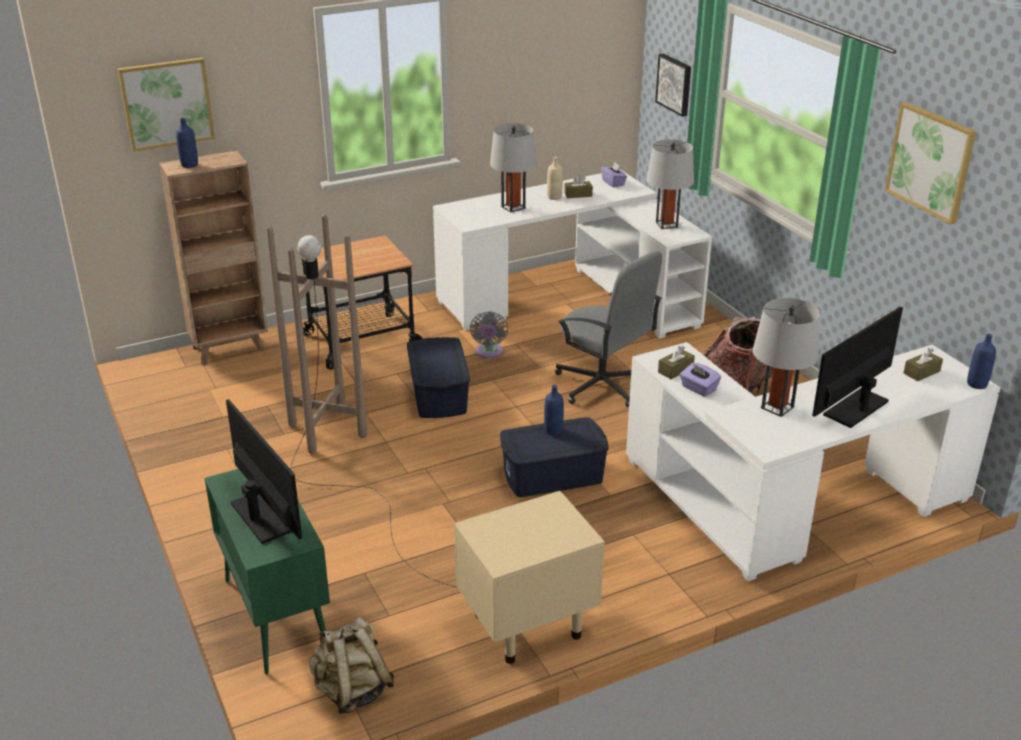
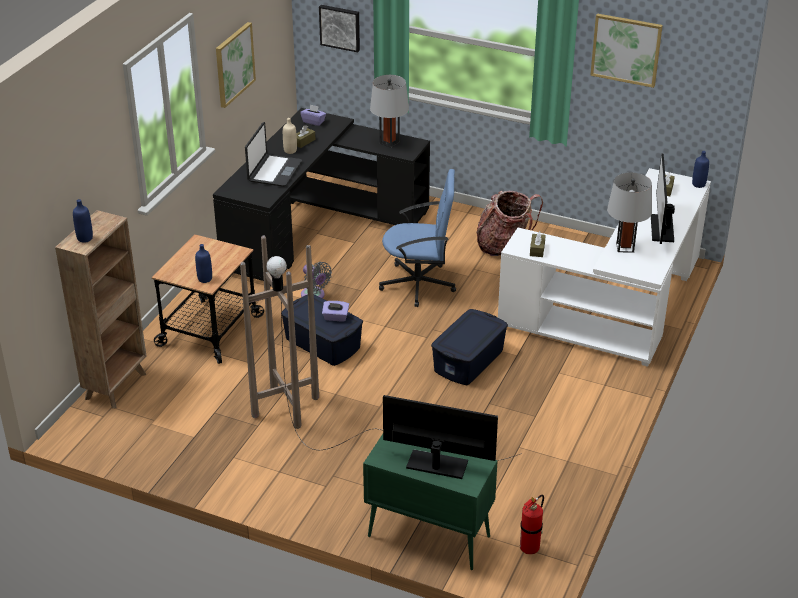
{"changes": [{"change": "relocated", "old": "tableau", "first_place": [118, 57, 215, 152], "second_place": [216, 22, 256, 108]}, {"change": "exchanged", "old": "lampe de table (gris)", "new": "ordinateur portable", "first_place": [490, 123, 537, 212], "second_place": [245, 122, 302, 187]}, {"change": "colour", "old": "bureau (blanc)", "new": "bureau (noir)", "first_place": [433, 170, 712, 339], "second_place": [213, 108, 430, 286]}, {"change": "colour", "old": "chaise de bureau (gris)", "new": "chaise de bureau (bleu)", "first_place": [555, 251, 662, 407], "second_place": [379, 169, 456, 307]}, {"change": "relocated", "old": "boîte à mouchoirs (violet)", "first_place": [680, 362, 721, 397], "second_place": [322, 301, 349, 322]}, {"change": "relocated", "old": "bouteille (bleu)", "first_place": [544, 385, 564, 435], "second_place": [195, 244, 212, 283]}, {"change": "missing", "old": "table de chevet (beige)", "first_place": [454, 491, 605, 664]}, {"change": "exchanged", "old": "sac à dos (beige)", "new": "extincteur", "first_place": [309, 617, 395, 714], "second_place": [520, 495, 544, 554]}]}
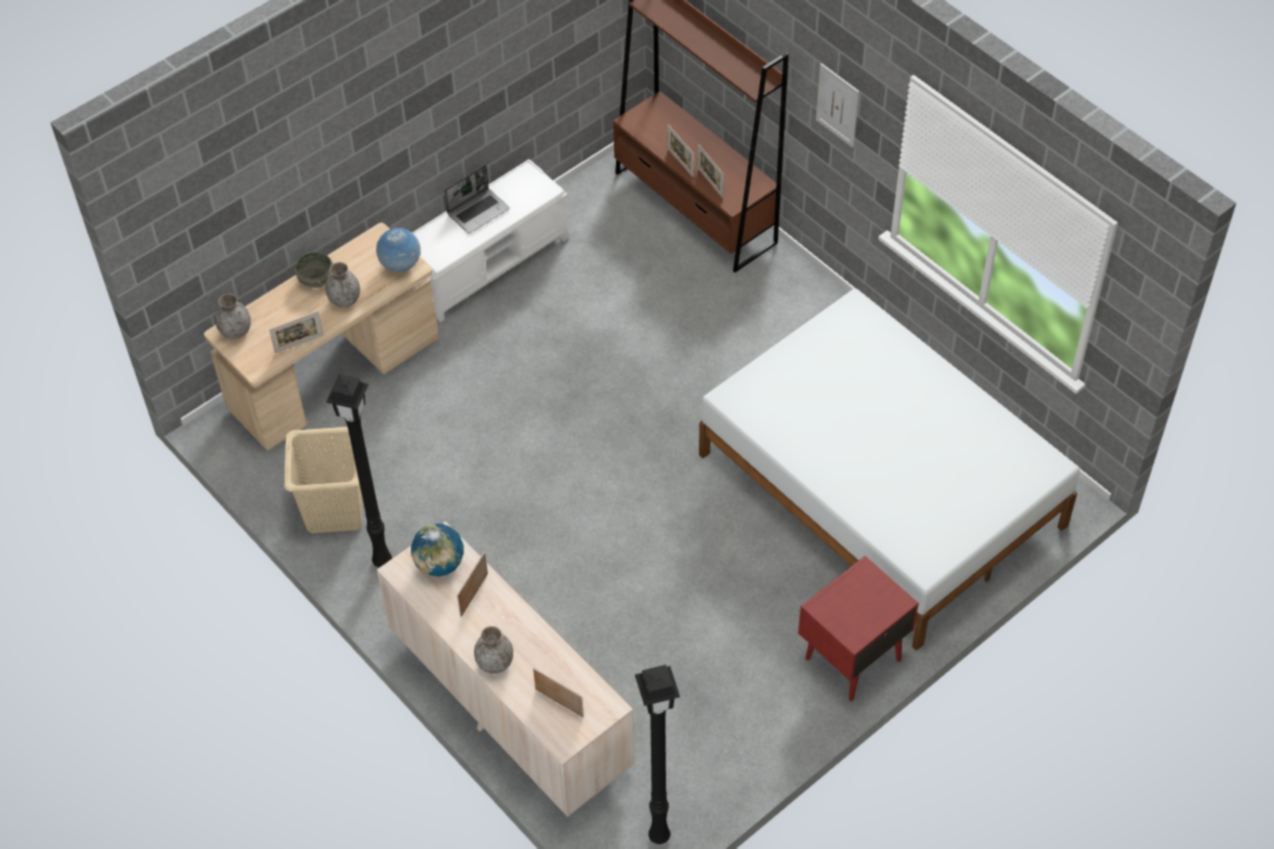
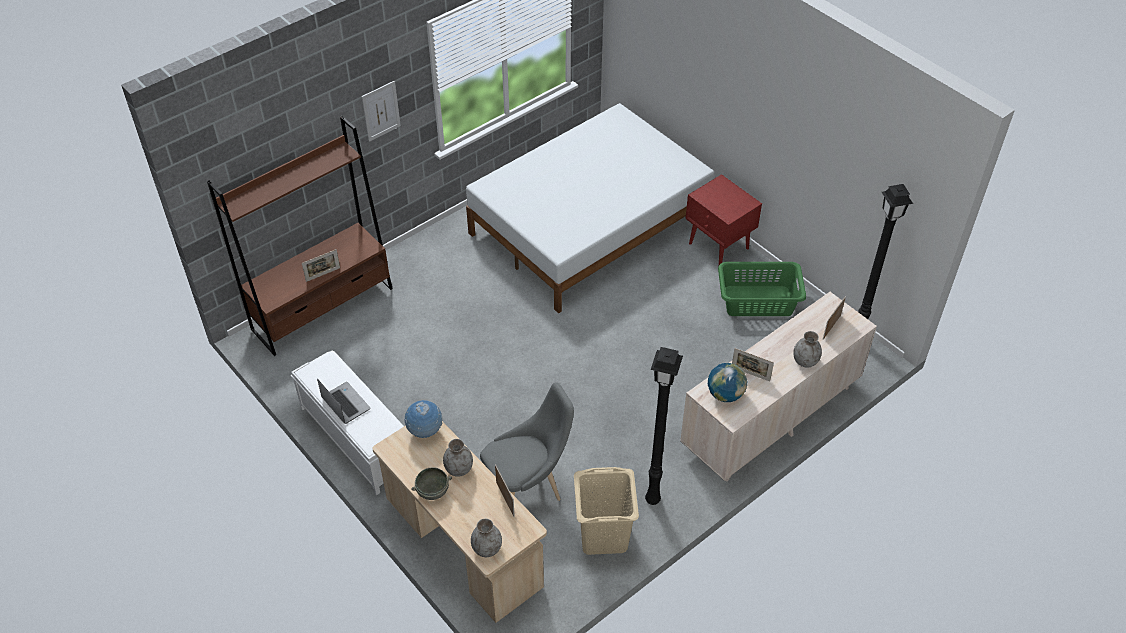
{"changes": [{"change": "missing", "old": "cadre photo", "first_place": [698, 144, 724, 198]}, {"change": "appeared", "new": "panier à linge (vert)", "second_place": [718, 262, 806, 316]}, {"change": "appeared", "new": "chaise (gris)", "second_place": [480, 382, 574, 501]}]}
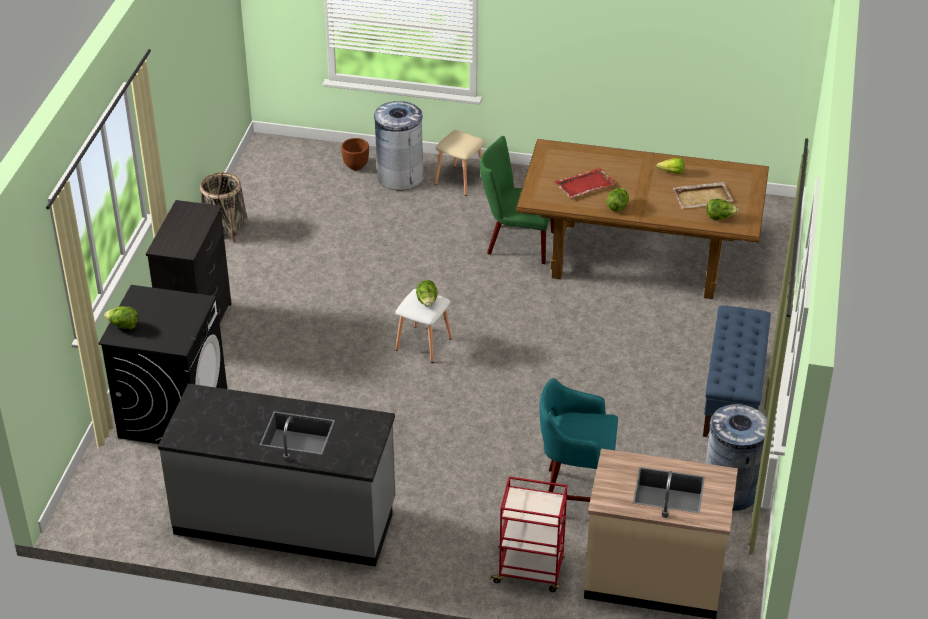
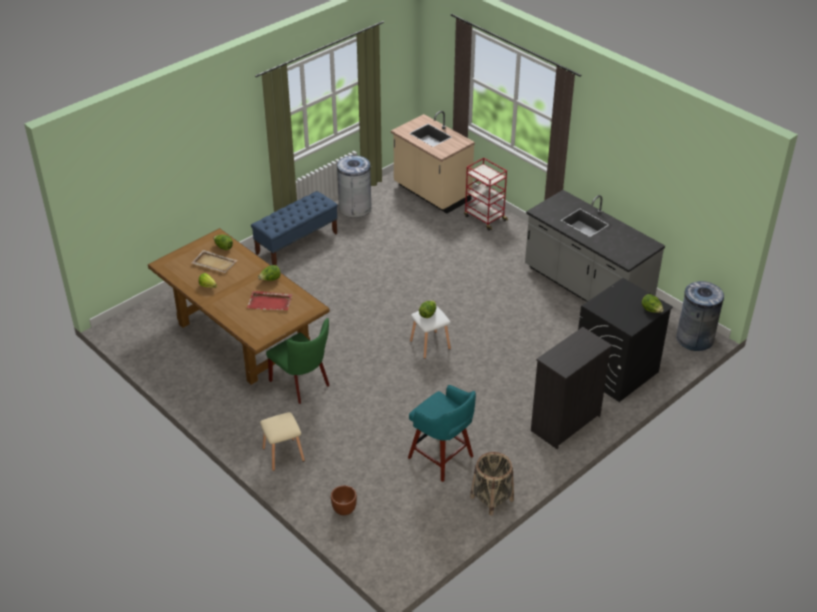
{"changes": [{"change": "relocated", "old": "poubelle (gris)", "first_place": [374, 101, 424, 190], "second_place": [676, 281, 724, 351]}, {"change": "relocated", "old": "tabouret (turquoise)", "first_place": [539, 378, 618, 502], "second_place": [408, 385, 476, 482]}]}
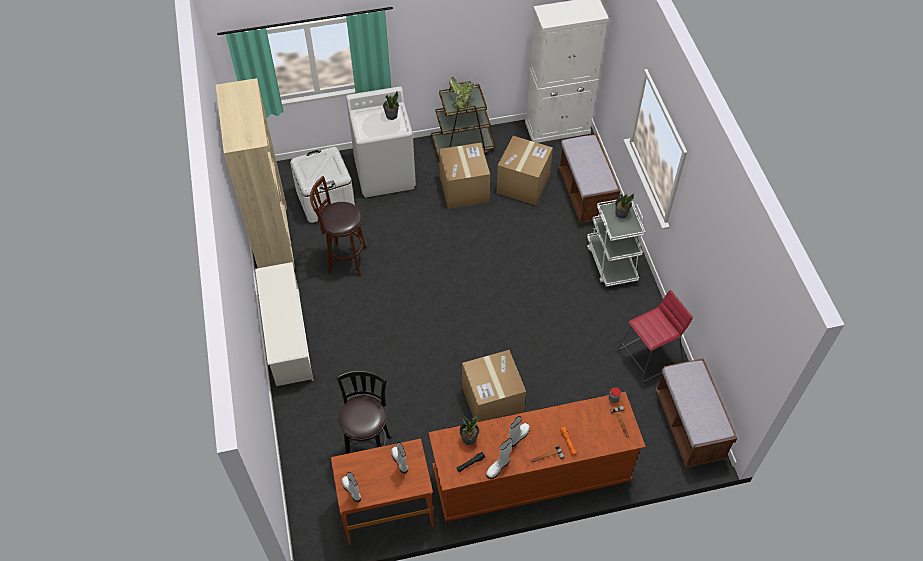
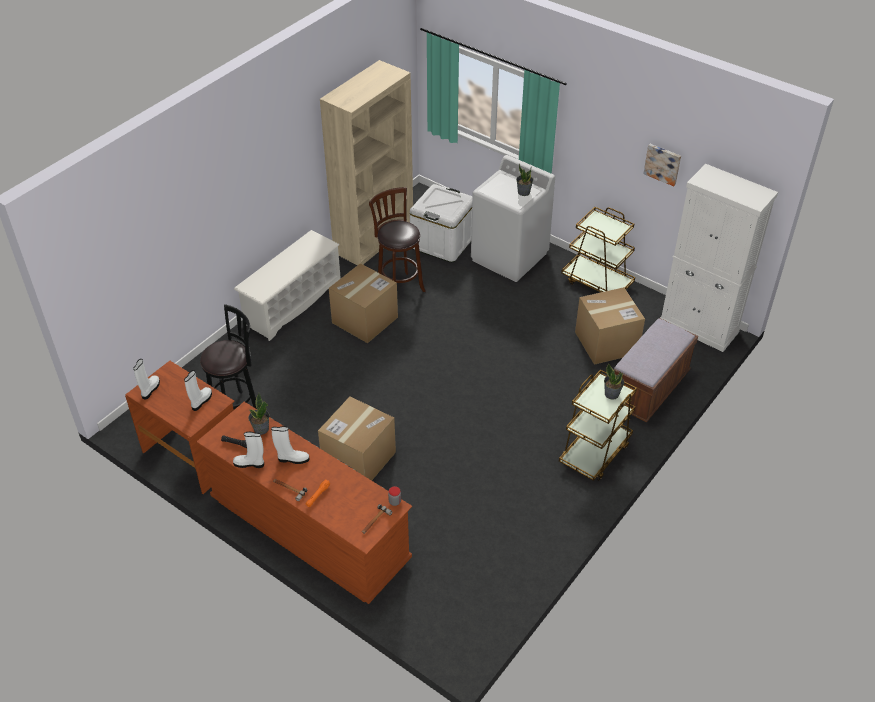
{"changes": [{"change": "missing", "old": "plante en pot", "first_place": [449, 77, 477, 110]}, {"change": "relocated", "old": "carton", "first_place": [439, 143, 490, 209], "second_place": [329, 263, 398, 343]}, {"change": "colour", "old": "chariot (blanc)", "new": "chariot (marron)", "first_place": [587, 200, 646, 287], "second_place": [559, 369, 637, 481]}, {"change": "missing", "old": "tabouret (rouge)", "first_place": [617, 290, 693, 383]}, {"change": "missing", "old": "banc (marron)", "first_place": [655, 358, 738, 468]}, {"change": "appeared", "new": "tableau", "second_place": [643, 144, 681, 186]}]}
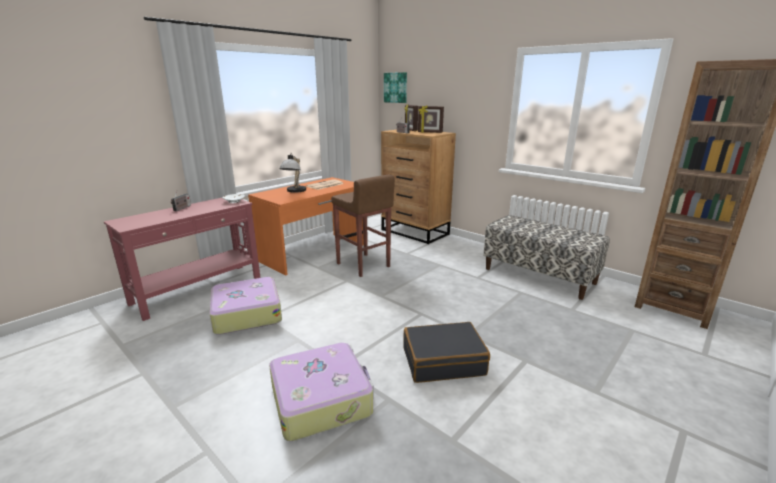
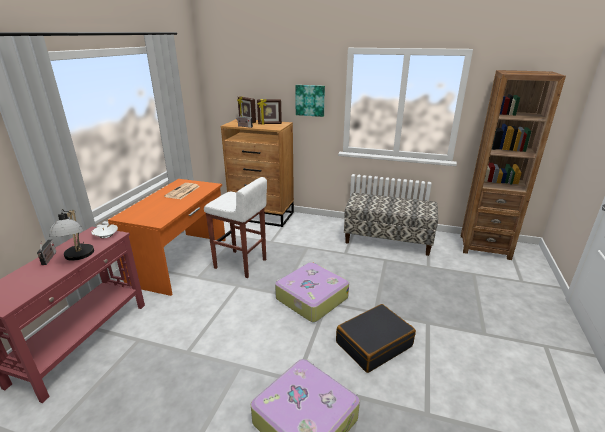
{"changes": [{"change": "relocated", "old": "tableau", "first_place": [384, 72, 407, 103], "second_place": [295, 85, 325, 117]}, {"change": "relocated", "old": "lampe de table", "first_place": [280, 153, 306, 193], "second_place": [49, 209, 94, 261]}, {"change": "colour", "old": "tabouret (marron)", "new": "tabouret (blanc)", "first_place": [331, 174, 395, 277], "second_place": [204, 177, 267, 278]}, {"change": "relocated", "old": "valise", "first_place": [210, 277, 282, 335], "second_place": [275, 262, 349, 322]}]}
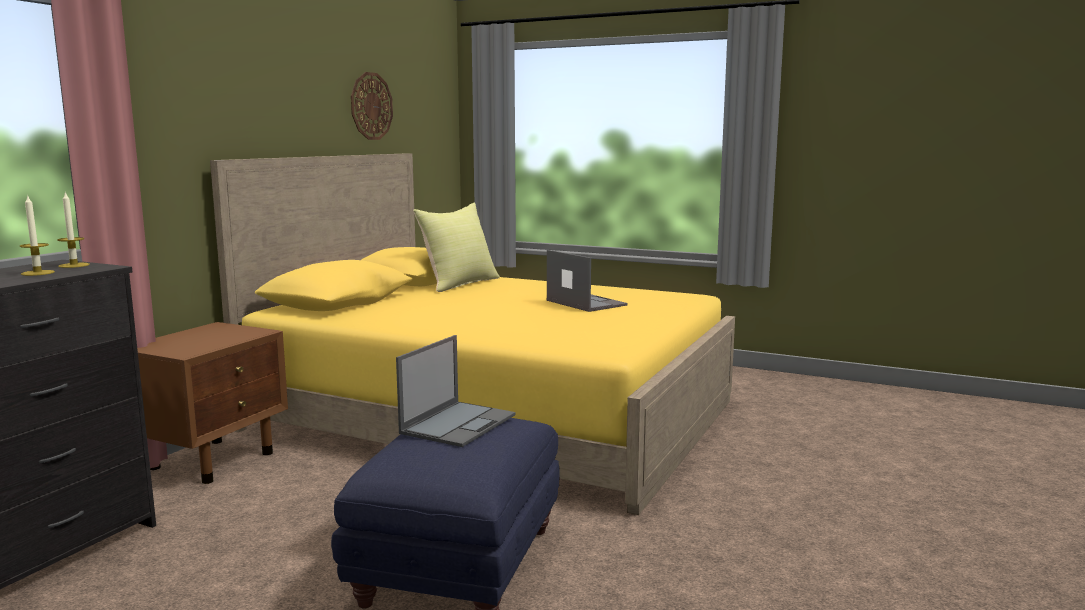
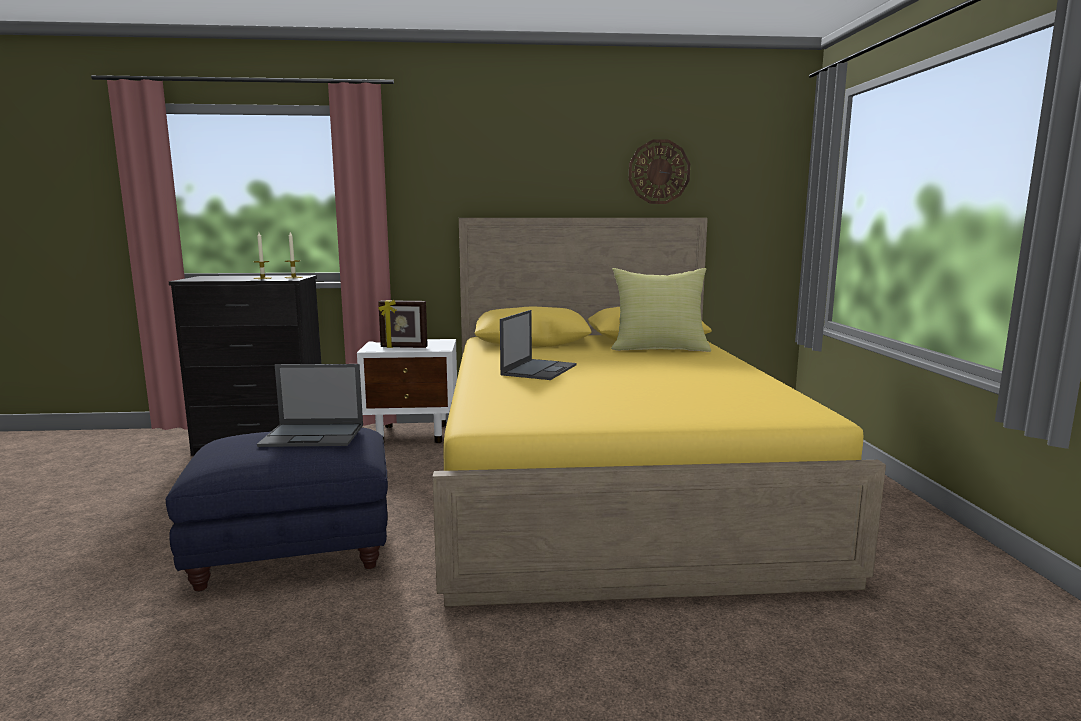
{"changes": [{"change": "relocated", "old": "ordinateur portable", "first_place": [547, 250, 628, 312], "second_place": [500, 310, 577, 380]}, {"change": "colour", "old": "table de chevet (marron)", "new": "table de chevet (blanc)", "first_place": [137, 322, 288, 484], "second_place": [357, 339, 457, 443]}, {"change": "appeared", "new": "cadre photo", "second_place": [378, 300, 428, 348]}]}
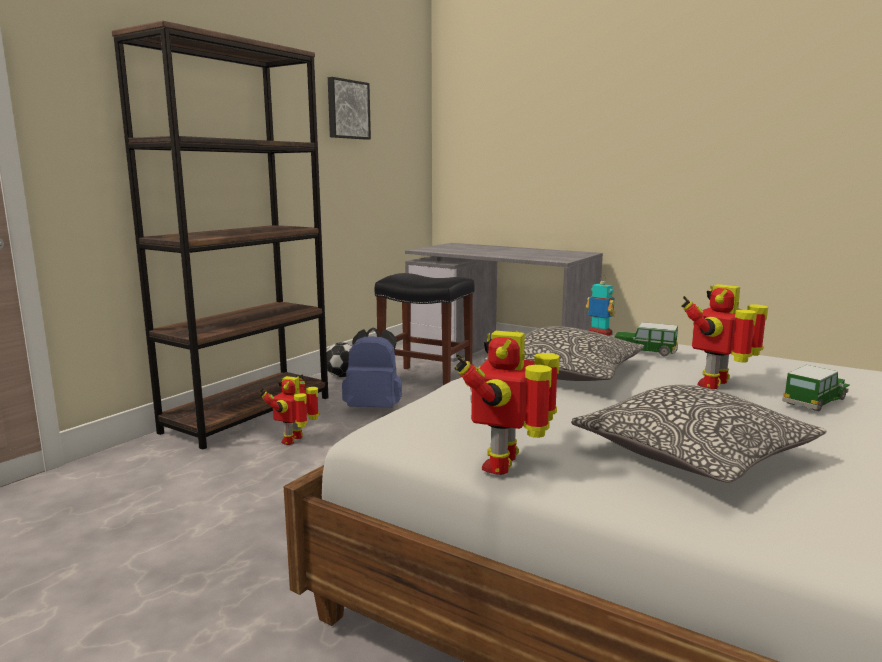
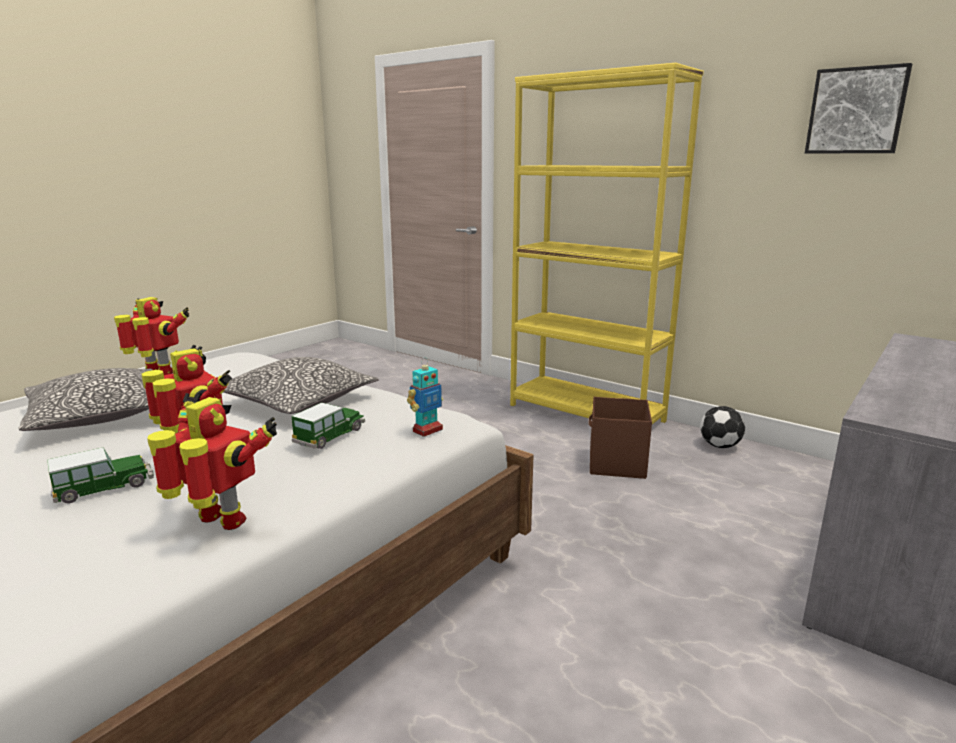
{"changes": [{"change": "colour", "old": "bibliothèque (marron)", "new": "bibliothèque (jaune)", "first_place": [112, 21, 329, 450], "second_place": [510, 63, 704, 424]}, {"change": "missing", "old": "tabouret (noir)", "first_place": [375, 273, 475, 385]}, {"change": "exchanged", "old": "sac à dos (bleu)", "new": "boîte de rangement (marron)", "first_place": [342, 328, 402, 408], "second_place": [589, 397, 652, 479]}, {"change": "spun", "old": "petite voiture", "first_place": [782, 365, 850, 411], "second_place": [47, 447, 154, 504], "degrees": -90}, {"change": "relocated", "old": "robot jouet", "first_place": [260, 374, 319, 445], "second_place": [147, 393, 277, 530]}]}
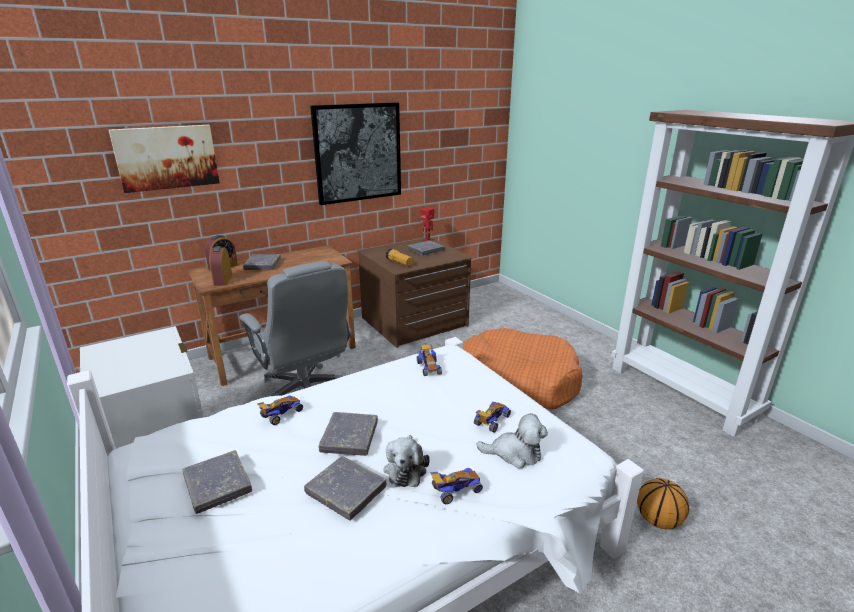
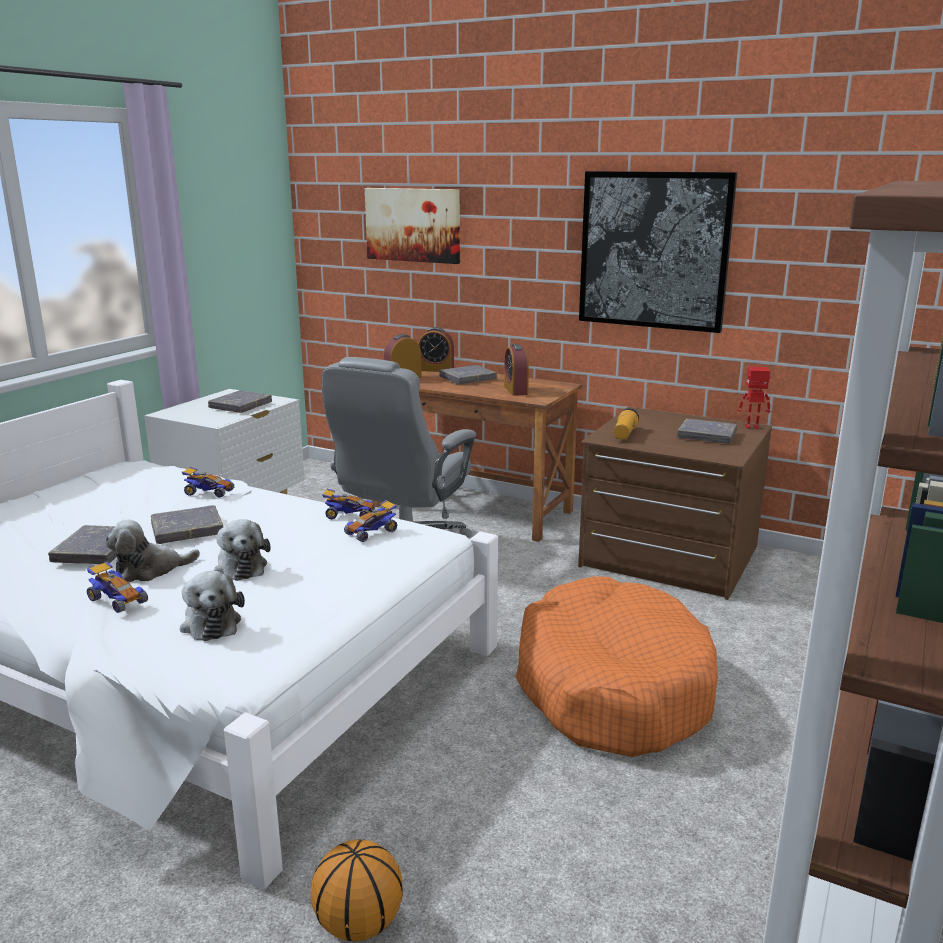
{"changes": [{"change": "relocated", "old": "petite voiture", "first_place": [474, 402, 511, 433], "second_place": [322, 489, 375, 519]}, {"change": "relocated", "old": "livre (gris)", "first_place": [182, 450, 252, 514], "second_place": [208, 390, 272, 413]}, {"change": "appeared", "new": "réveil", "second_place": [504, 344, 529, 396]}, {"change": "appeared", "new": "peluche", "second_place": [214, 519, 271, 581]}]}
